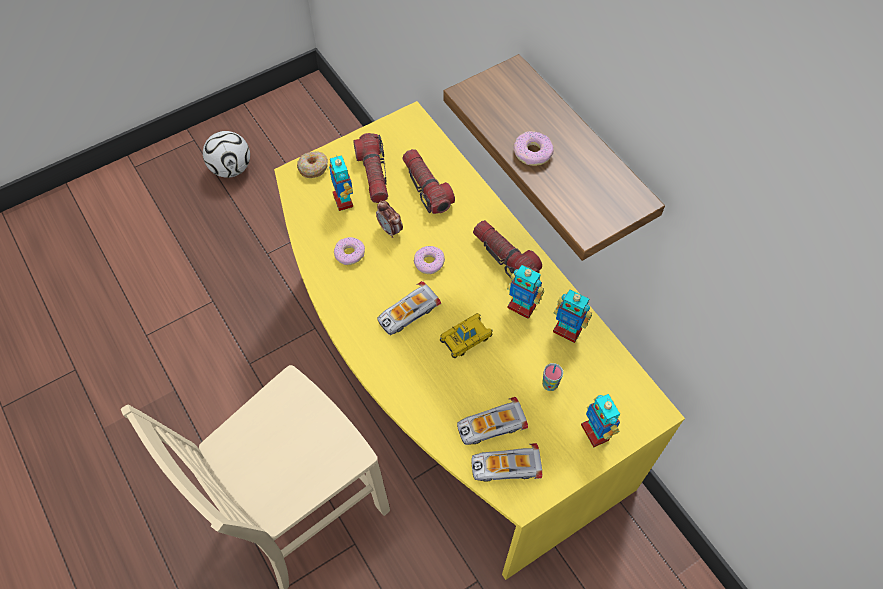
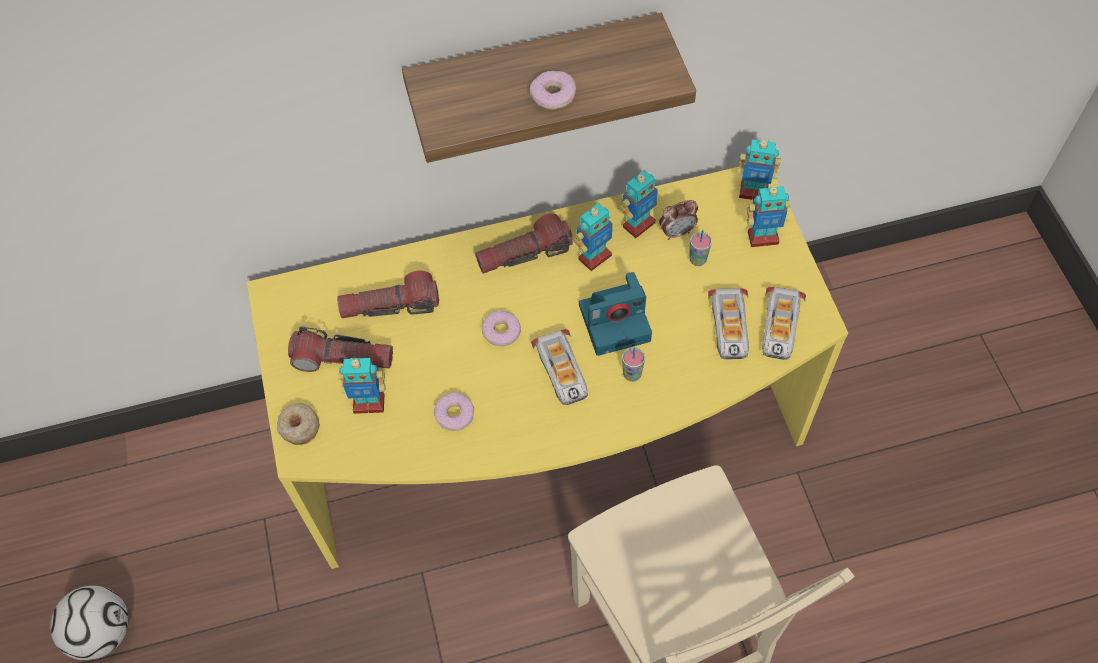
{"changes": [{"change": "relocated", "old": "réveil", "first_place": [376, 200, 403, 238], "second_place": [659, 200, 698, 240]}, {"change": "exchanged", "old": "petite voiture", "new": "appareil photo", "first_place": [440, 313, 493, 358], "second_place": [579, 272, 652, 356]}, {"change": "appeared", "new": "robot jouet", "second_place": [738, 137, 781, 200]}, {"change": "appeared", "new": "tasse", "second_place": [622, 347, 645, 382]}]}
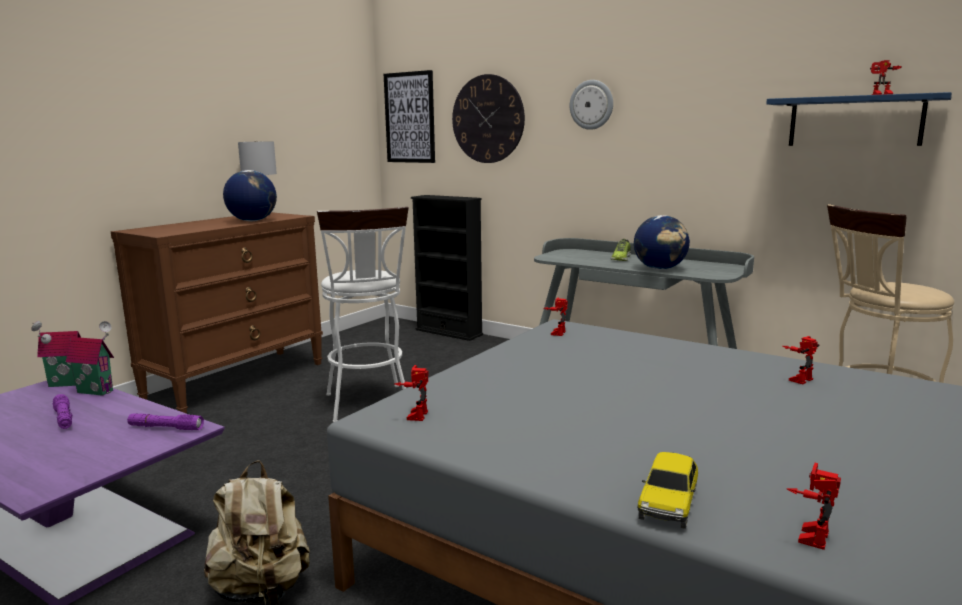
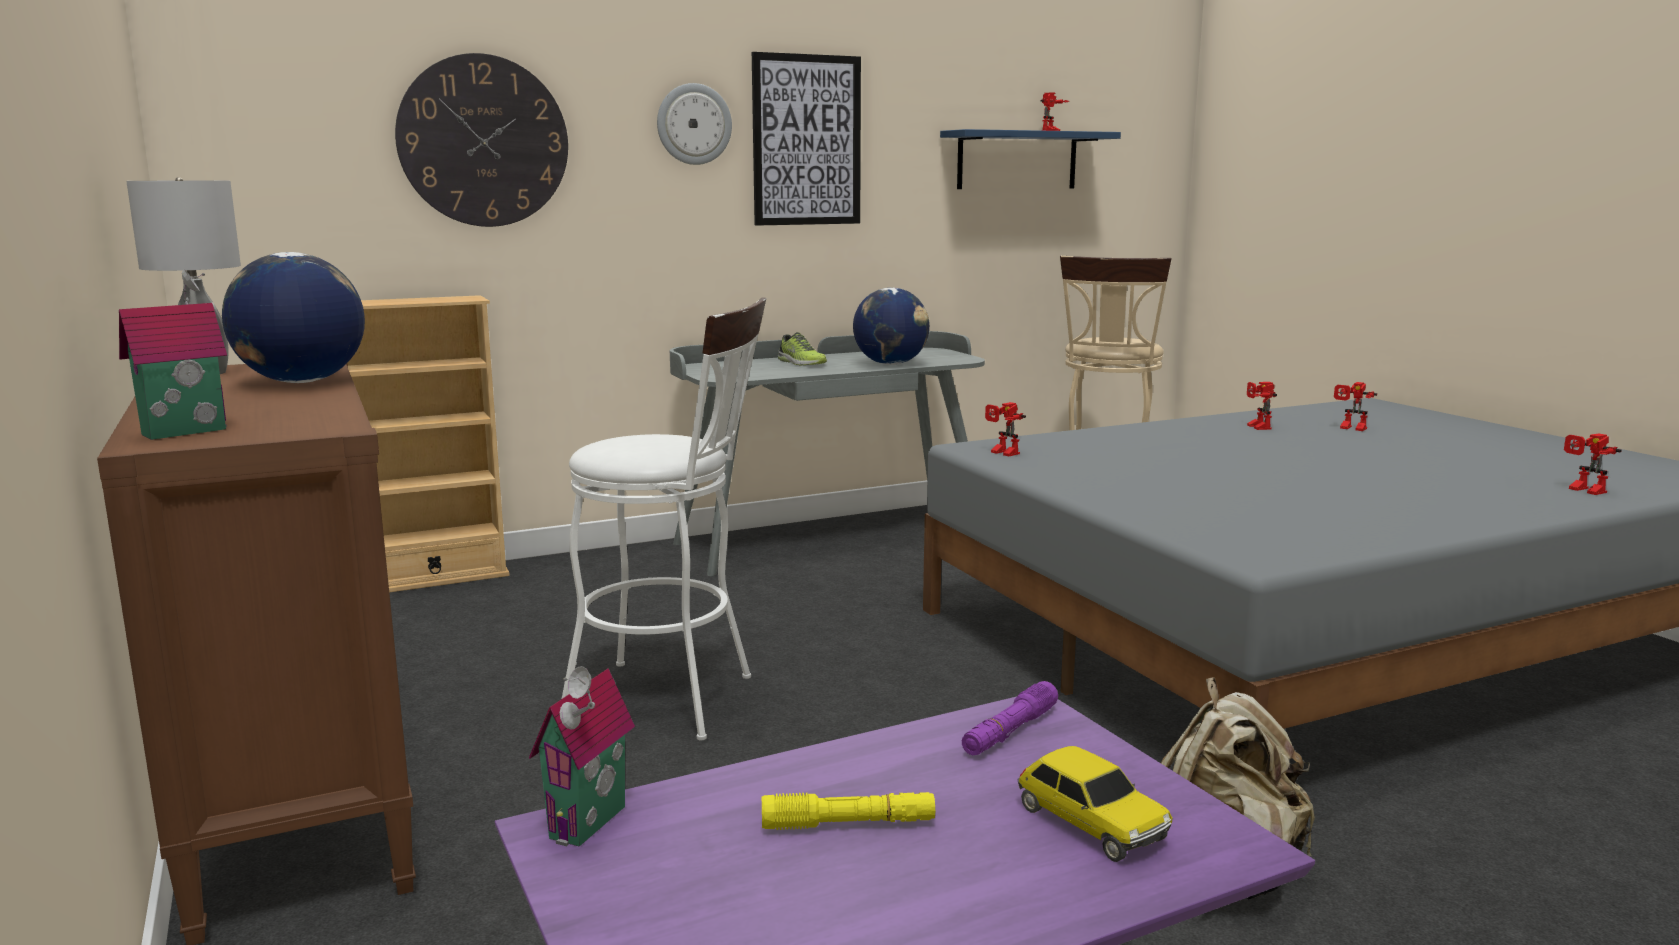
{"changes": [{"change": "relocated", "old": "tableau", "first_place": [384, 70, 435, 163], "second_place": [752, 52, 861, 226]}, {"change": "colour", "old": "bibliothèque (noir)", "new": "bibliothèque (beige)", "first_place": [411, 195, 483, 341], "second_place": [348, 295, 510, 592]}, {"change": "relocated", "old": "maison miniature", "first_place": [66, 321, 114, 396], "second_place": [119, 269, 227, 440]}, {"change": "relocated", "old": "robot jouet", "first_place": [394, 365, 428, 421], "second_place": [1334, 382, 1377, 431]}, {"change": "colour", "old": "lampe de poche (violet)", "new": "lampe de poche (jaune)", "first_place": [53, 394, 73, 429], "second_place": [762, 792, 935, 830]}, {"change": "relocated", "old": "petite voiture", "first_place": [637, 452, 698, 529], "second_place": [1018, 746, 1173, 862]}]}
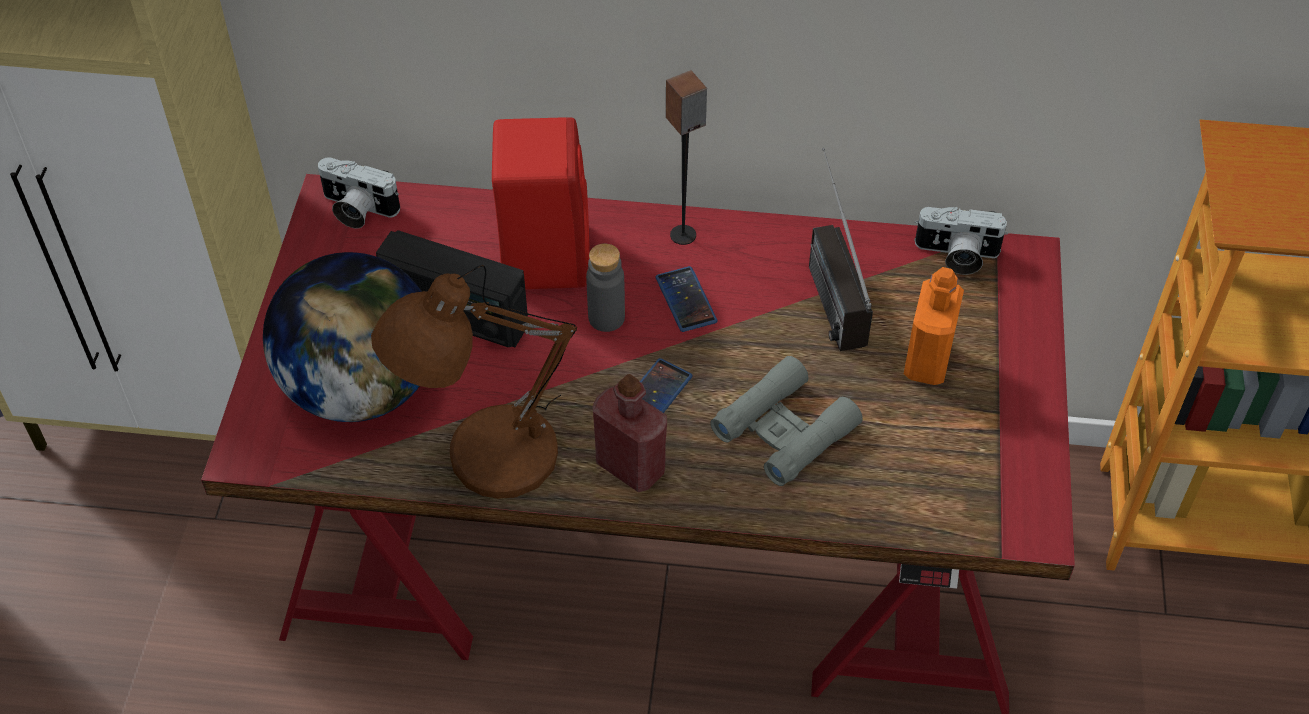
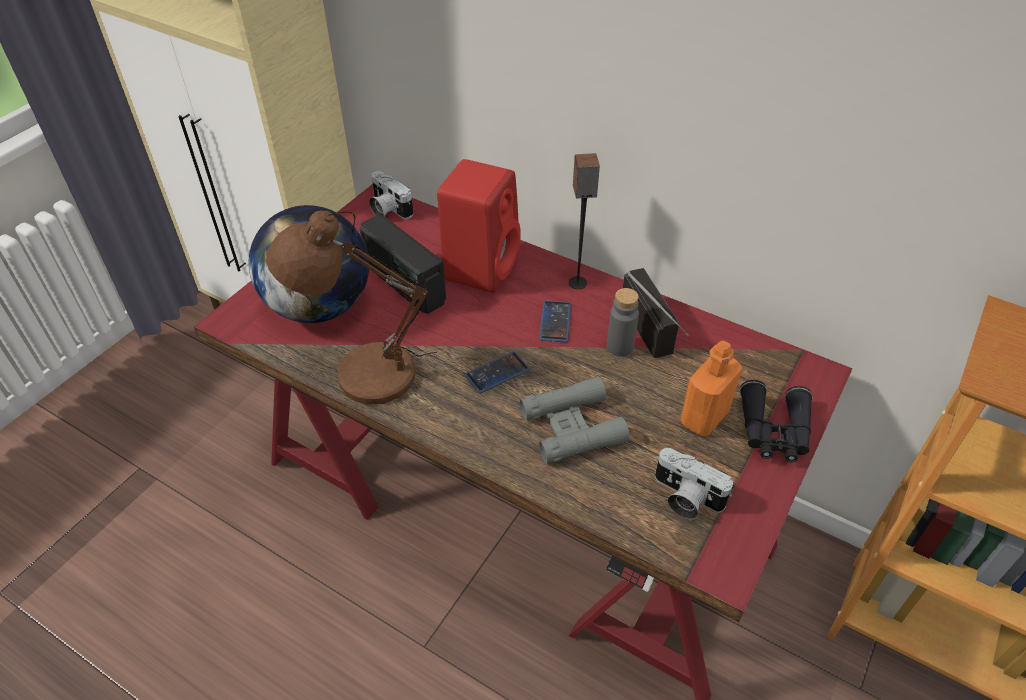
{"changes": [{"change": "spun", "old": "radio", "first_place": [809, 148, 873, 351], "second_place": [623, 268, 689, 358], "degrees": 150}, {"change": "relocated", "old": "appareil photo", "first_place": [915, 207, 1008, 275], "second_place": [655, 448, 733, 519]}, {"change": "relocated", "old": "bouteille (gris)", "first_place": [586, 244, 625, 332], "second_place": [607, 288, 639, 357]}, {"change": "missing", "old": "bouteille (rouge)", "first_place": [593, 374, 667, 492]}, {"change": "appeared", "new": "jumelles (noir)", "second_place": [740, 380, 812, 462]}]}
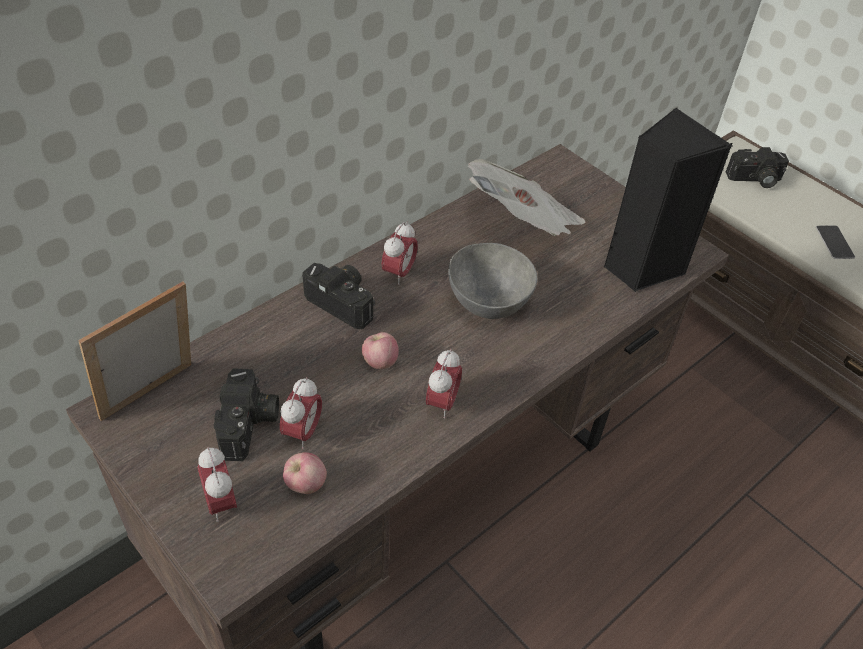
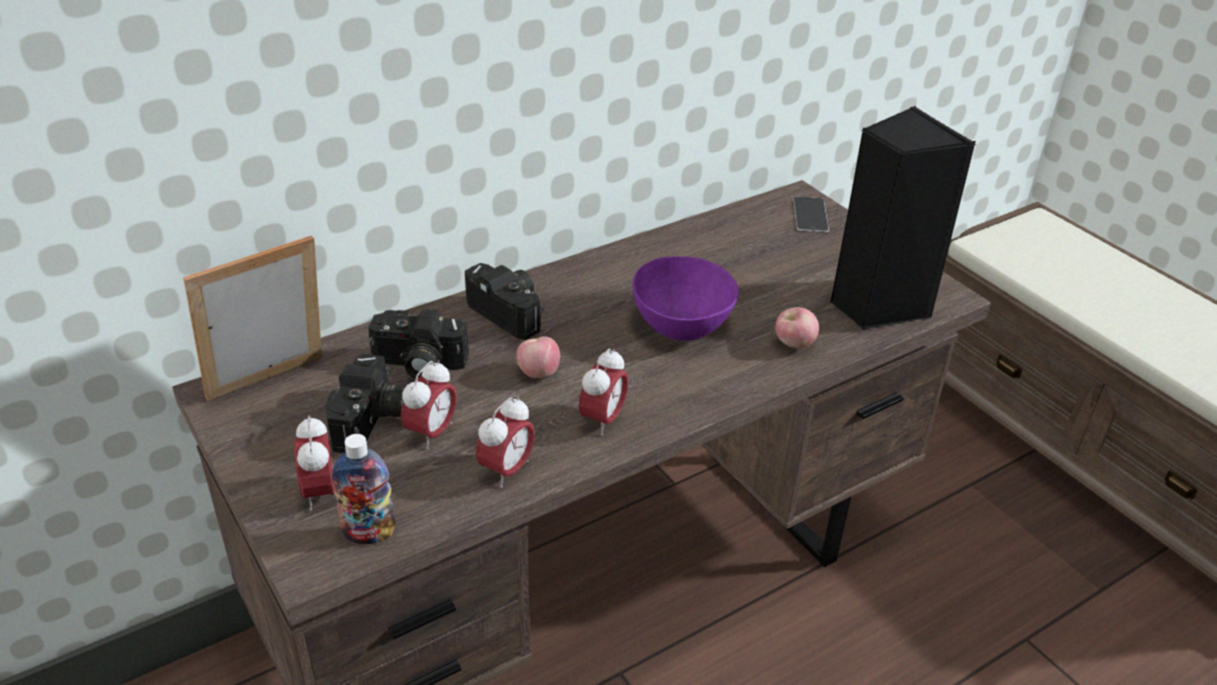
{"changes": [{"change": "relocated", "old": "appareil photo", "first_place": [726, 147, 789, 188], "second_place": [368, 309, 469, 379]}, {"change": "missing", "old": "journal", "first_place": [468, 159, 585, 237]}, {"change": "relocated", "old": "réveil", "first_place": [382, 222, 418, 285], "second_place": [476, 397, 535, 488]}, {"change": "relocated", "old": "téléphone", "first_place": [816, 225, 855, 259], "second_place": [793, 197, 829, 233]}, {"change": "colour", "old": "bol (gris)", "new": "bol (violet)", "first_place": [448, 243, 537, 319], "second_place": [633, 256, 739, 341]}, {"change": "relocated", "old": "pomme", "first_place": [283, 452, 327, 494], "second_place": [775, 307, 819, 348]}, {"change": "appeared", "new": "bouteille", "second_place": [331, 434, 396, 544]}]}
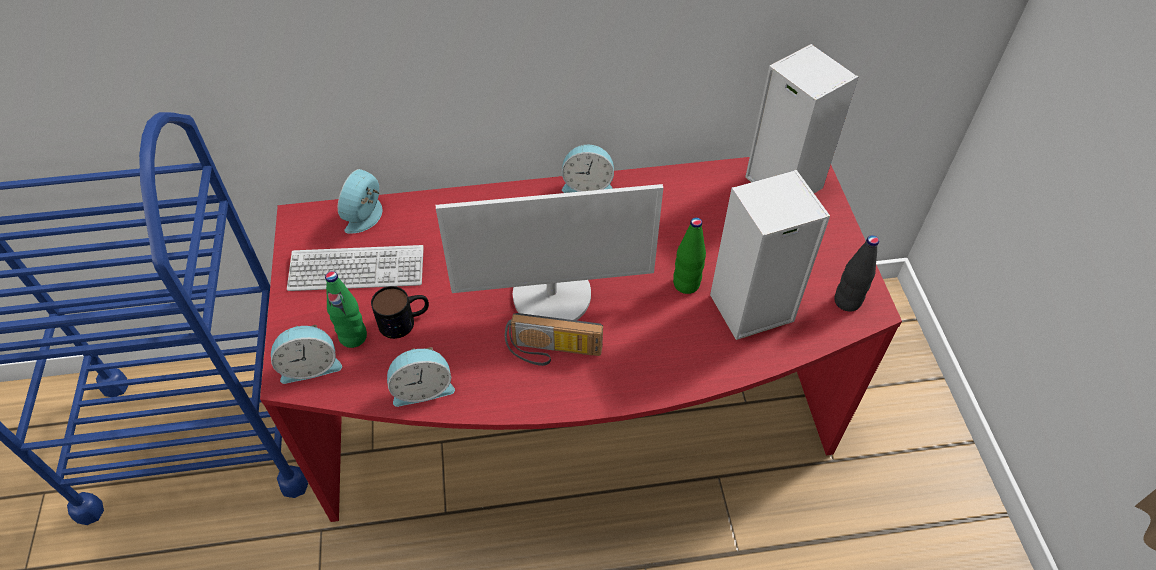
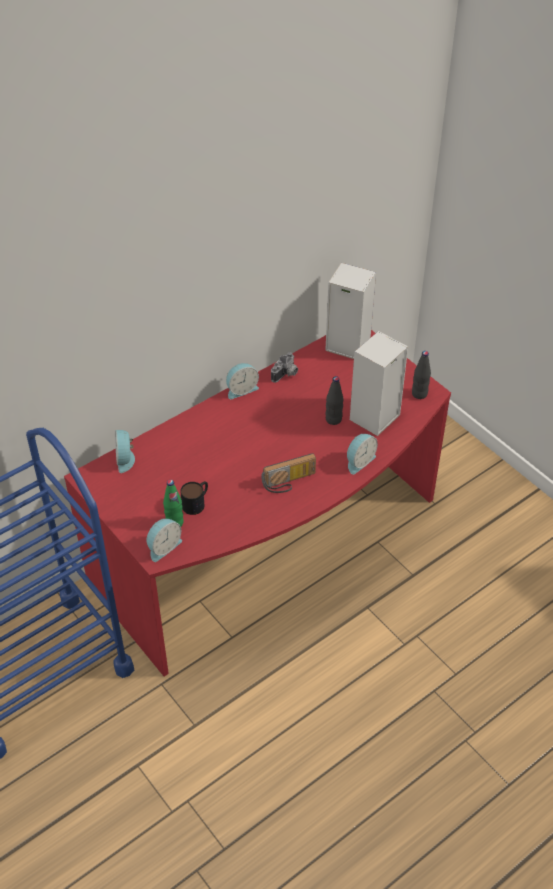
{"changes": [{"change": "missing", "old": "écran d'ordinateur", "first_place": [436, 184, 663, 321]}, {"change": "colour", "old": "bouteille (vert)", "new": "bouteille (noir)", "first_place": [673, 217, 706, 294], "second_place": [325, 376, 343, 425]}, {"change": "missing", "old": "clavier", "first_place": [287, 245, 424, 291]}, {"change": "relocated", "old": "réveil", "first_place": [387, 347, 455, 407], "second_place": [347, 434, 378, 474]}, {"change": "appeared", "new": "appareil photo", "second_place": [271, 352, 298, 383]}]}
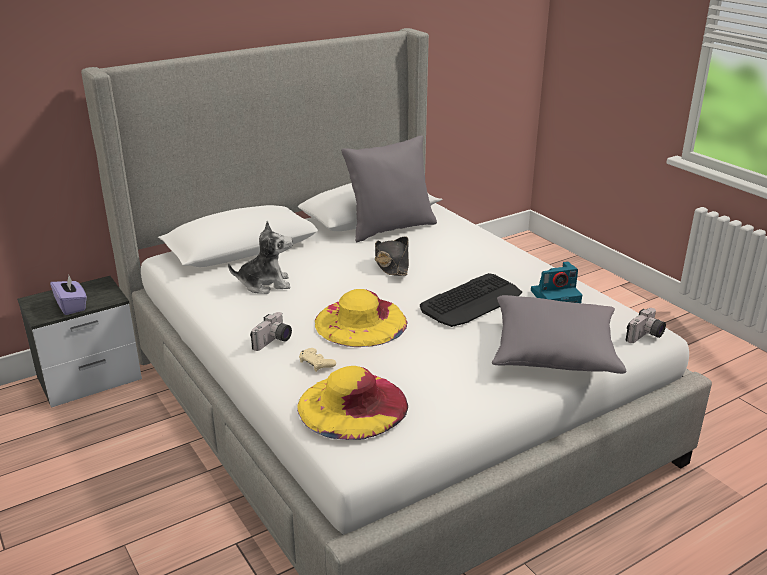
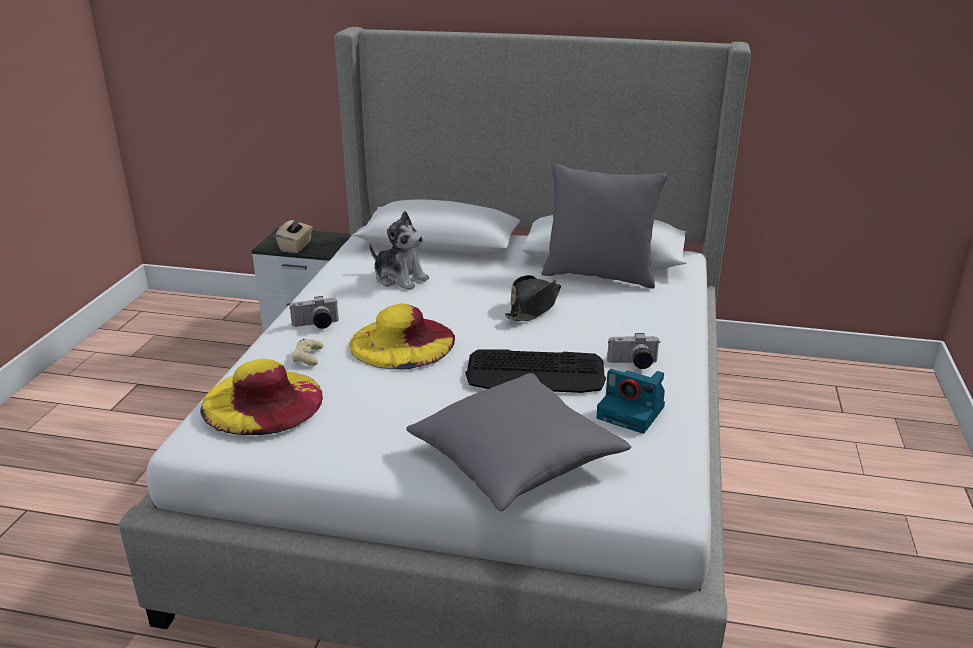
{"changes": [{"change": "colour", "old": "boîte à mouchoirs (violet)", "new": "boîte à mouchoirs (beige)", "first_place": [50, 276, 87, 315], "second_place": [275, 217, 313, 253]}, {"change": "relocated", "old": "appareil photo", "first_place": [626, 308, 666, 343], "second_place": [607, 333, 660, 369]}]}
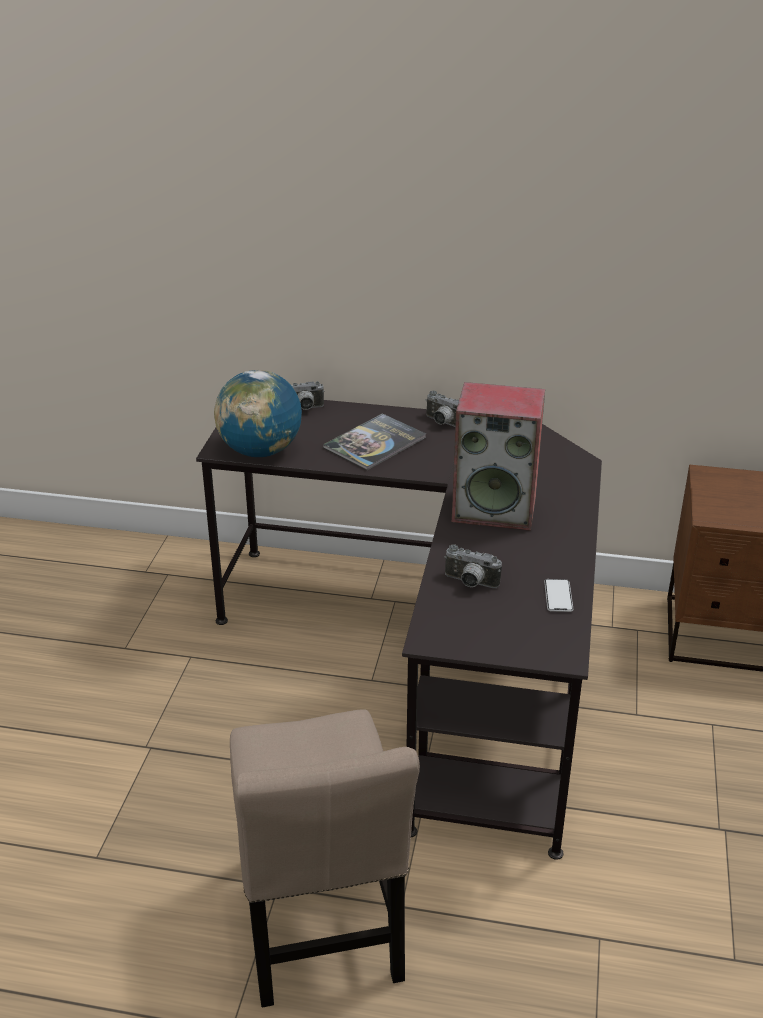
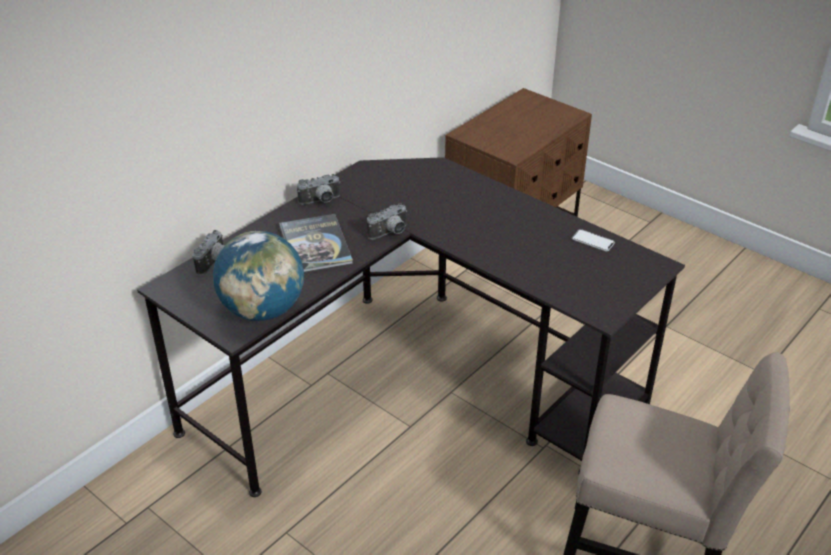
{"changes": [{"change": "missing", "old": "enceinte", "first_place": [452, 382, 545, 531]}, {"change": "relocated", "old": "appareil photo", "first_place": [444, 544, 502, 588], "second_place": [367, 203, 407, 240]}]}
